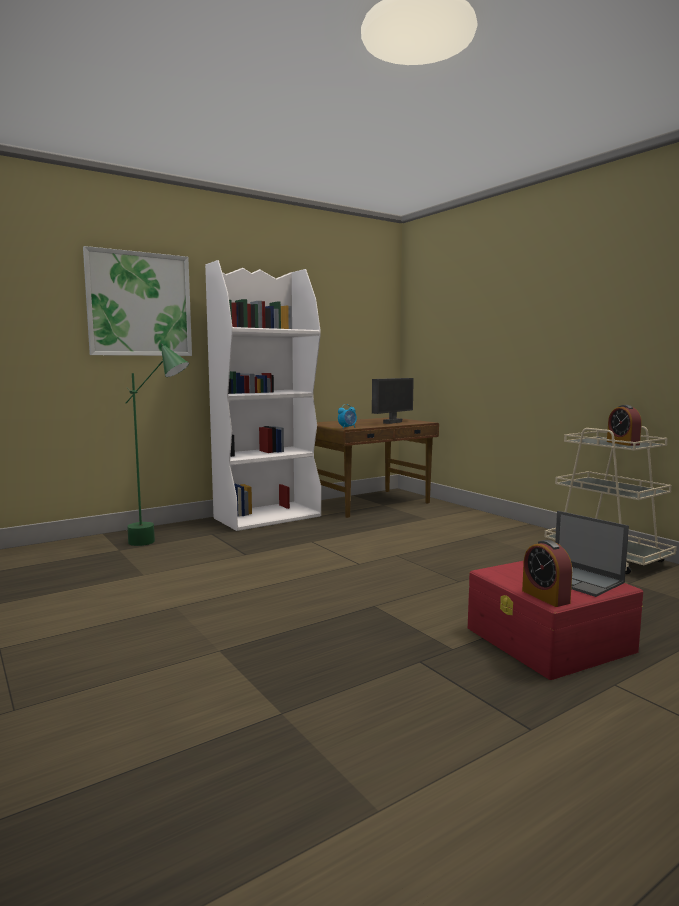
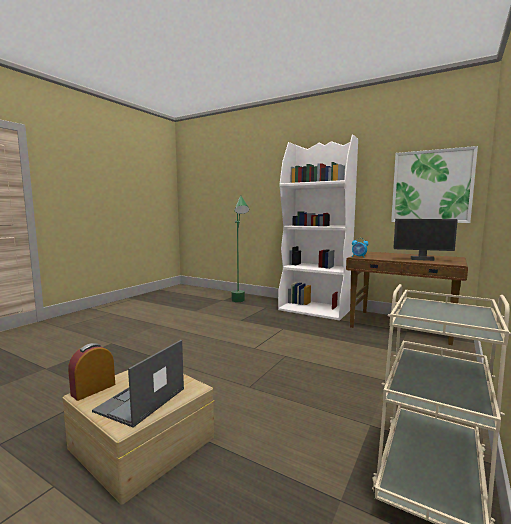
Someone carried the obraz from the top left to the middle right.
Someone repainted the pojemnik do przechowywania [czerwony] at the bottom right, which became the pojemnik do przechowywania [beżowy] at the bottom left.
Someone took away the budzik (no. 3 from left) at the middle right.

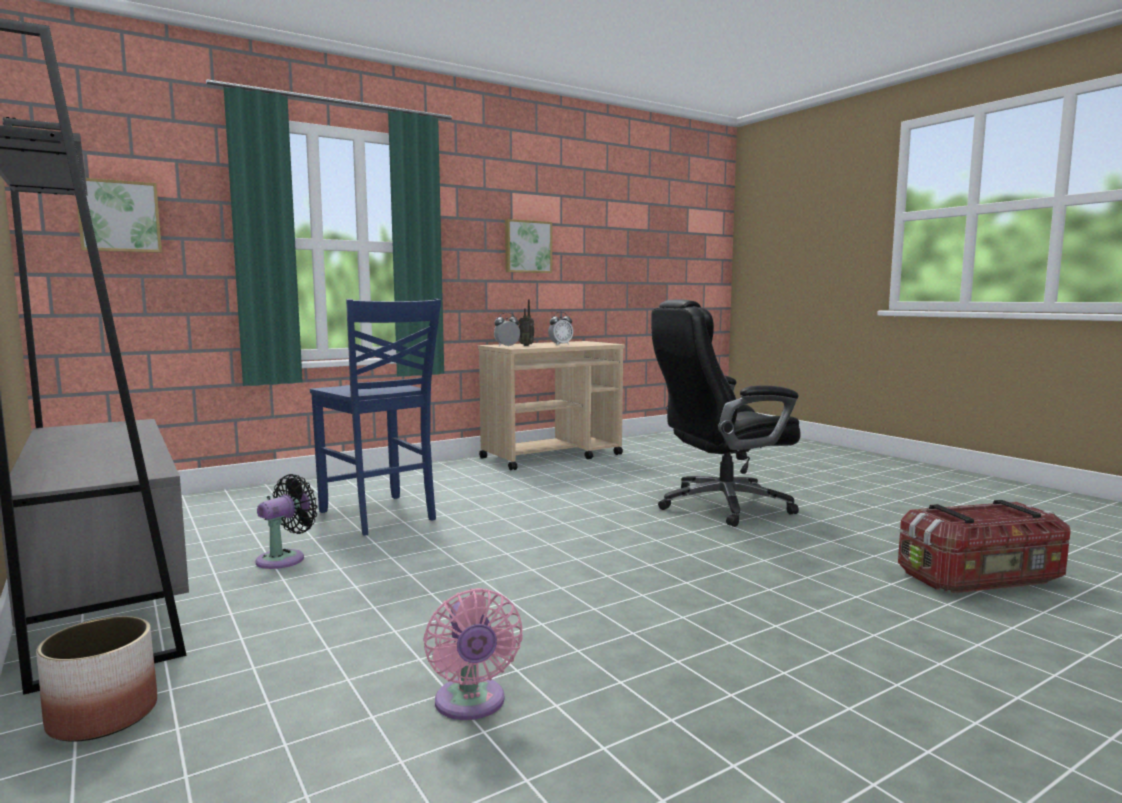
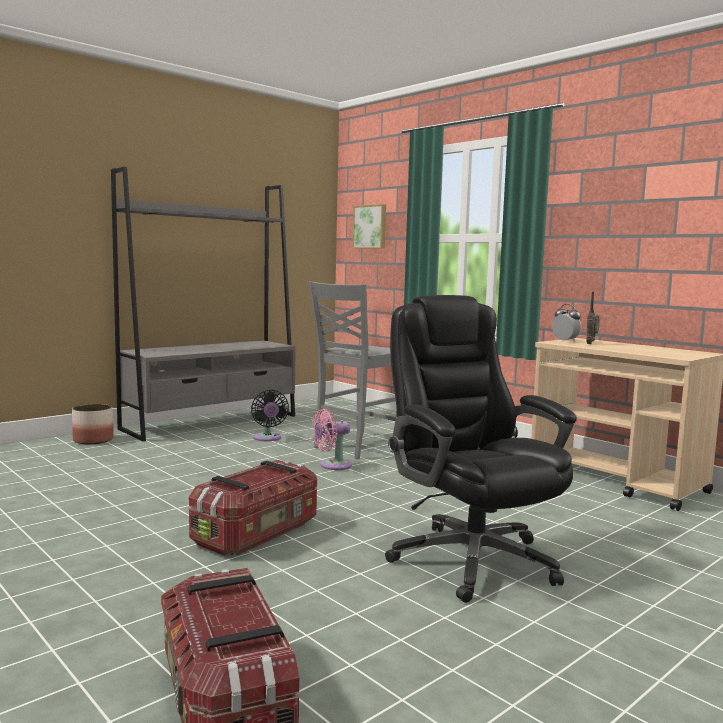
Someone rotated the wentylator [czarny] at the middle left by 45 degrees clockwise.
Someone repainted the krzesło [niebieski] at the centre, which became the krzesło [szary] at the centre.
Someone carried the wentylator [różowy] from the bottom centre to the centre.
Someone took away the obraz (no. 2 from left) at the top centre.
Someone took away the budzik (no. 2 from left) at the centre.
Someone put down the pojemnik do przechowywania (no. 2 from left) at the bottom centre.

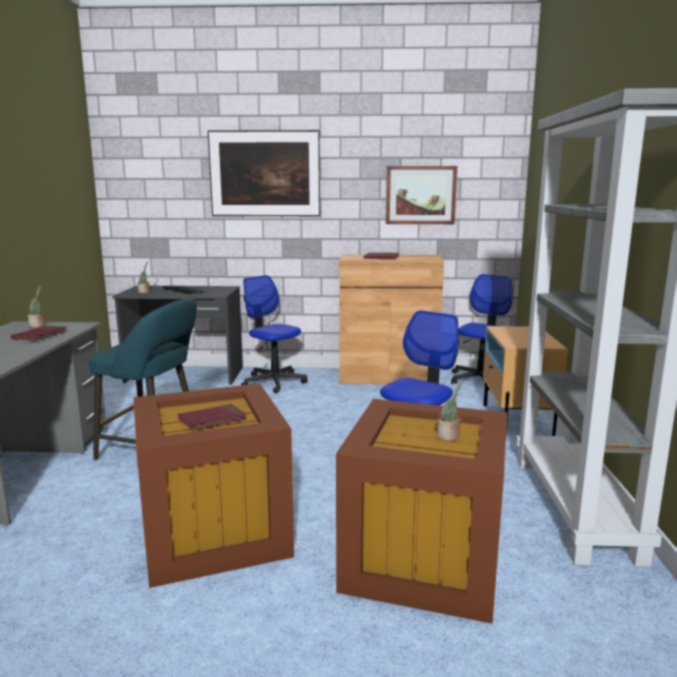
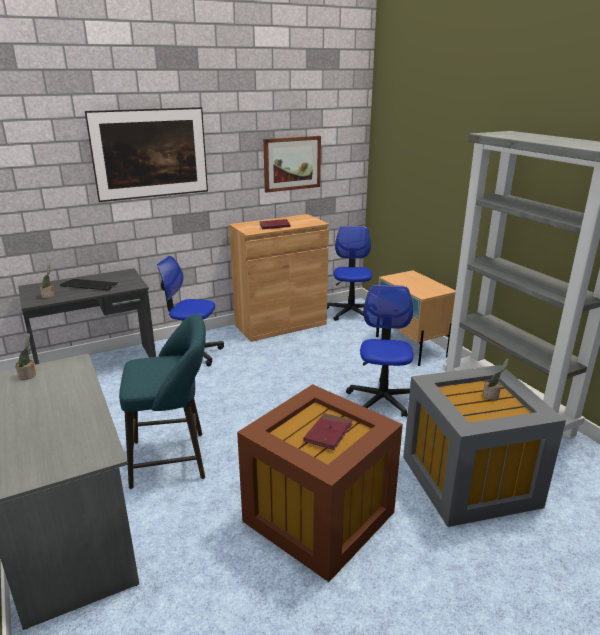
Someone took away the książka [czerwony] (no. 1 from left) at the middle left.
Someone repainted the pojemnik do przechowywania [brązowy] (no. 2 from left) at the bottom centre, which became the pojemnik do przechowywania [szary] at the bottom right.

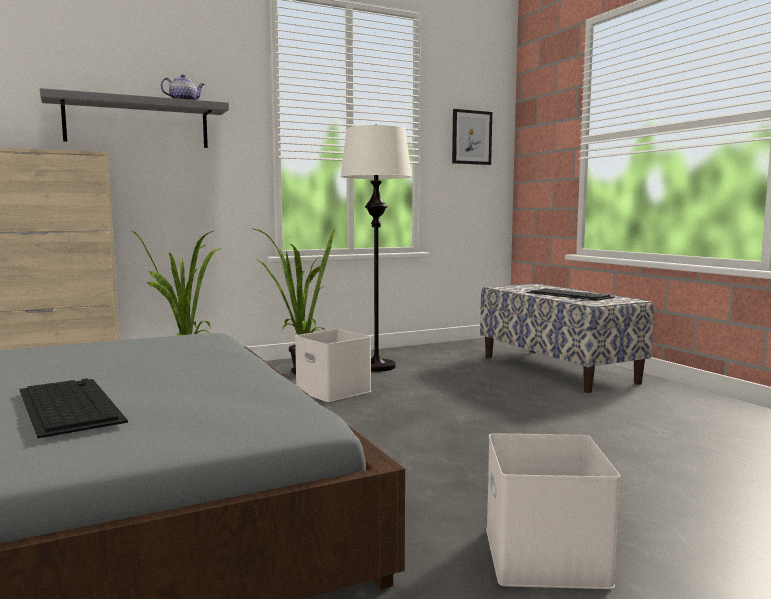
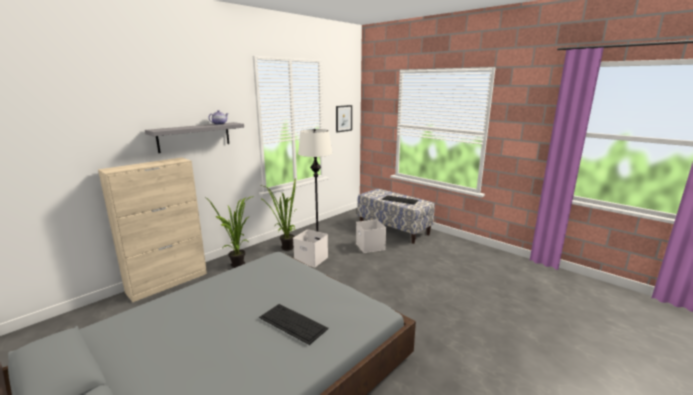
Someone carried the pojemnik do przechowywania [biały] (no. 2 from left) from the bottom right to the centre.

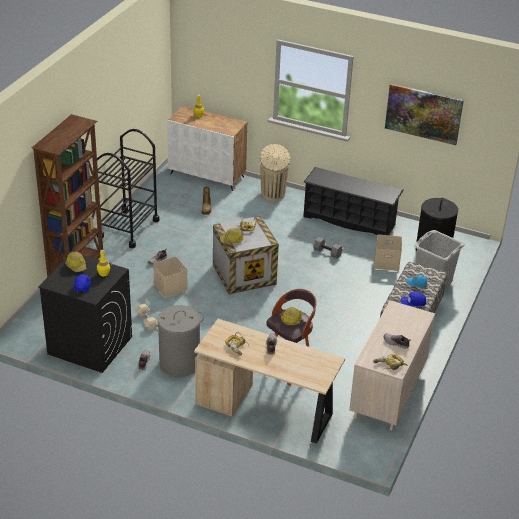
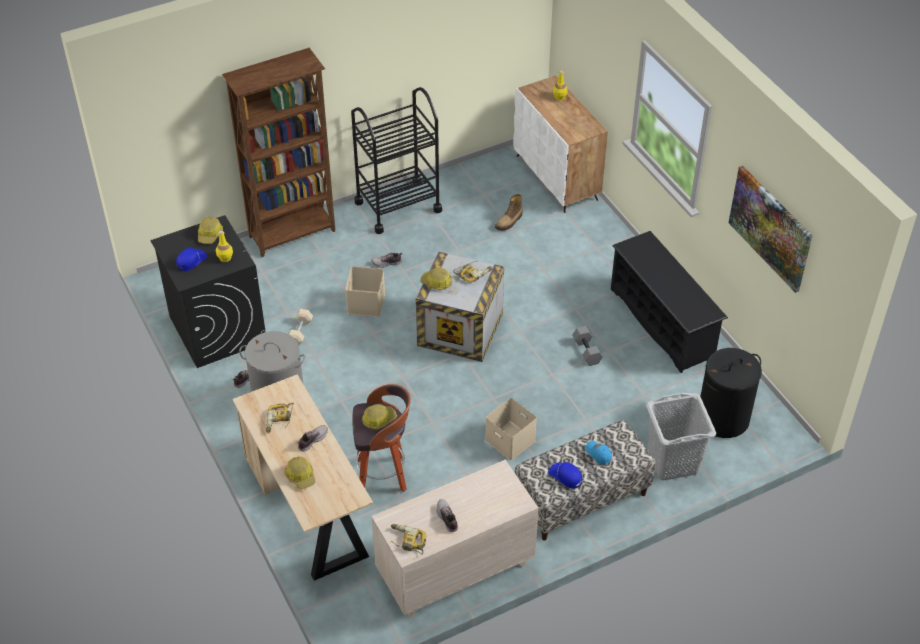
Someone took away the kosz na śmieci [beżowy] at the top centre.
Someone carried the pojemnik do przechowywania [beżowy] (no. 2 from left) from the middle right to the centre.
Someone put down the kask (no. 2 from left) at the bottom left.

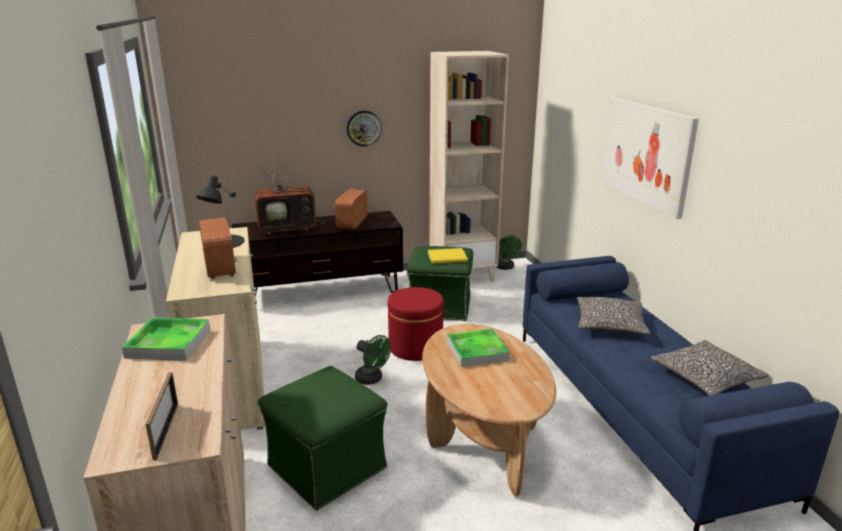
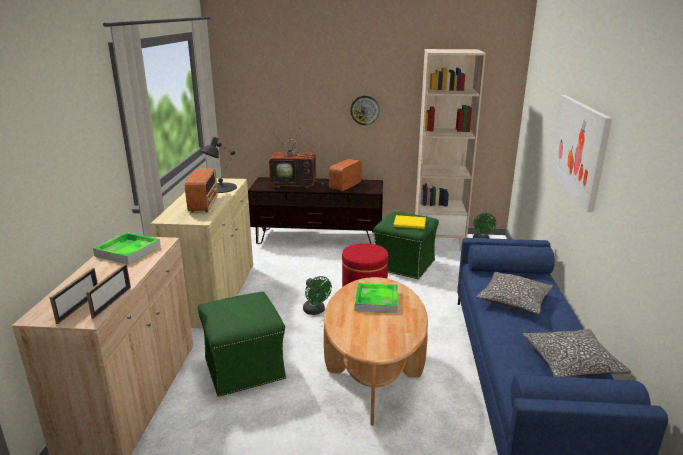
Someone put down the ramka na zdjęcie (no. 2 from left) at the middle left.

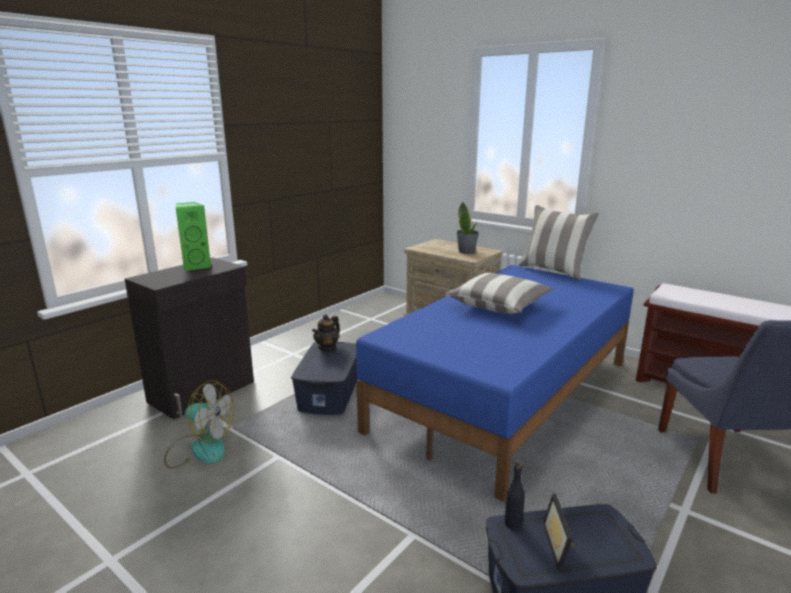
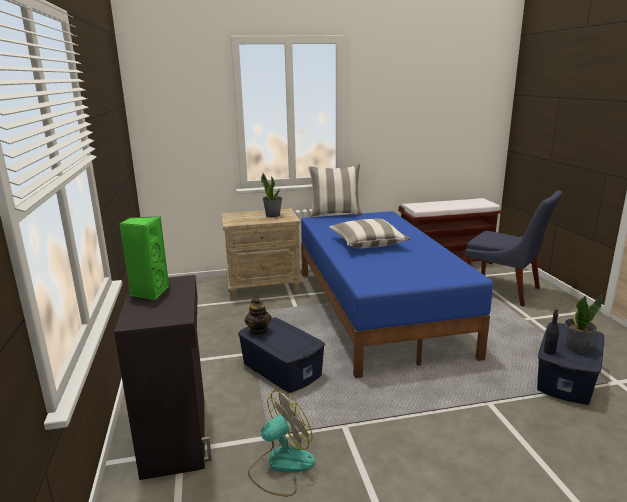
Someone swapped the ramka na zdjęcie at the bottom right for the roślina doniczkowa (no. 2 from left) at the middle right.

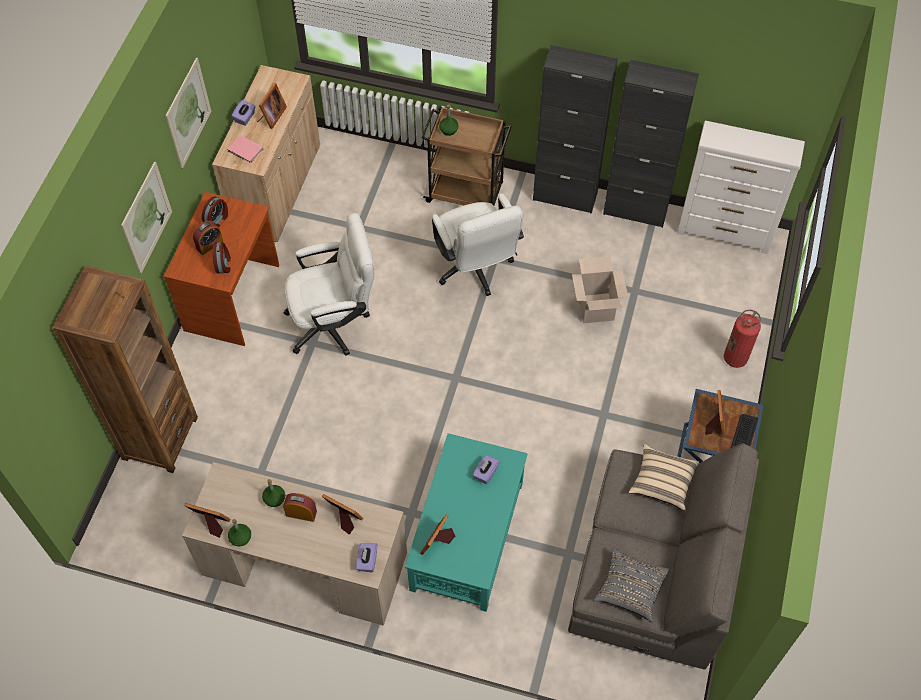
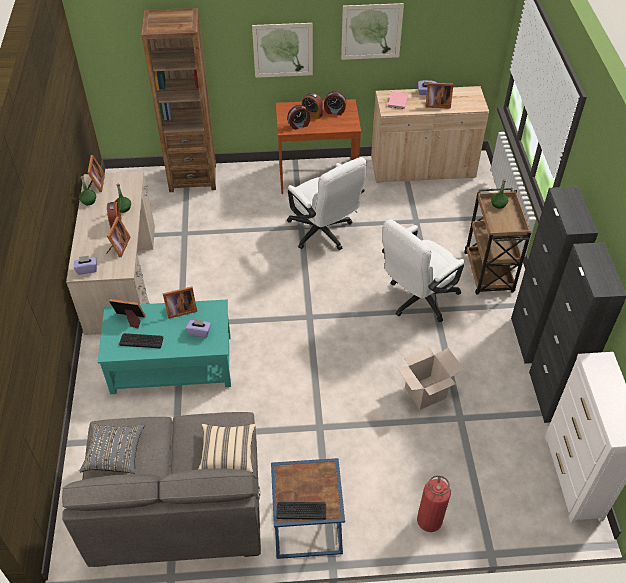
Someone carried the ramka na zdjęcie (no. 5 from left in the first image) from the middle right to the middle left.
Someone put down the klawiatura (no. 1 from left) at the middle left.

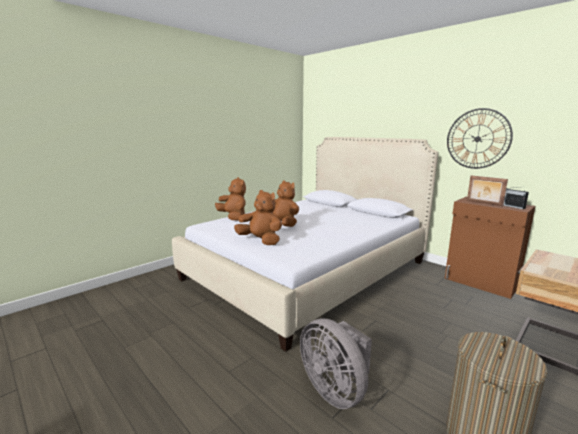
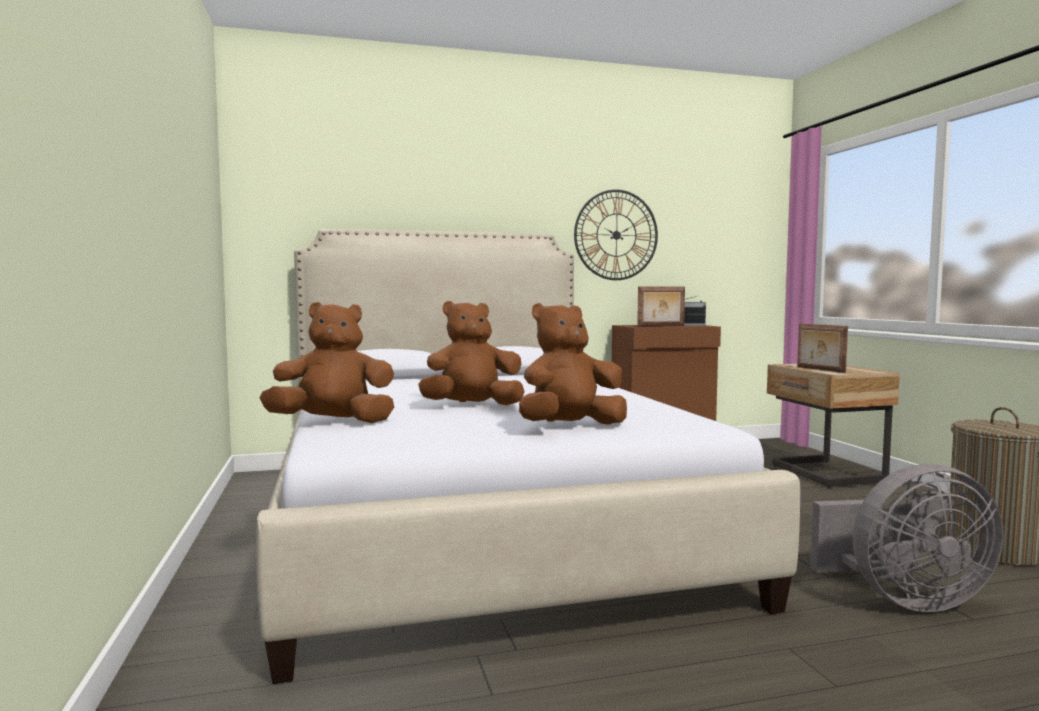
Someone put down the ramka na zdjęcie (no. 2 from left) at the middle right.

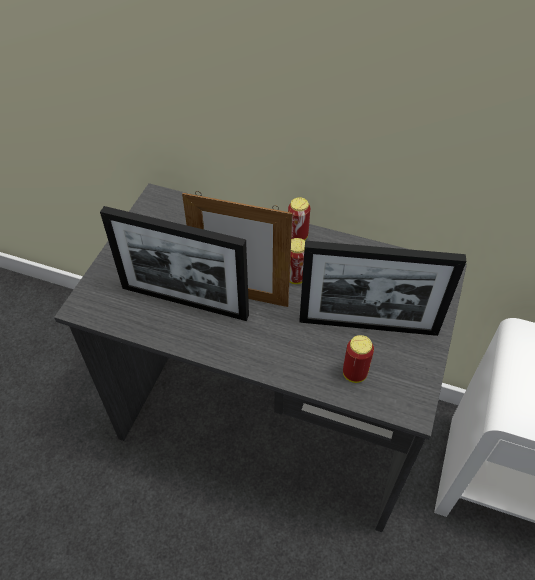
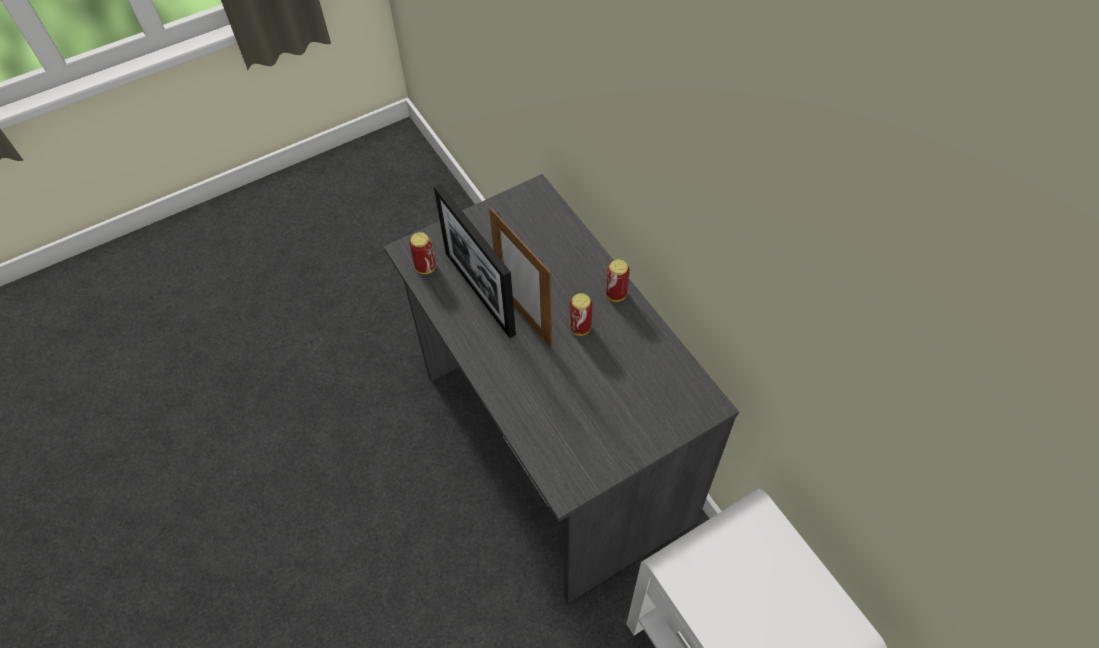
Someone took away the ramka na zdjęcie (no. 3 from left) at the middle right.
Someone carried the puszka (no. 3 from left in the first image) from the middle right to the centre.

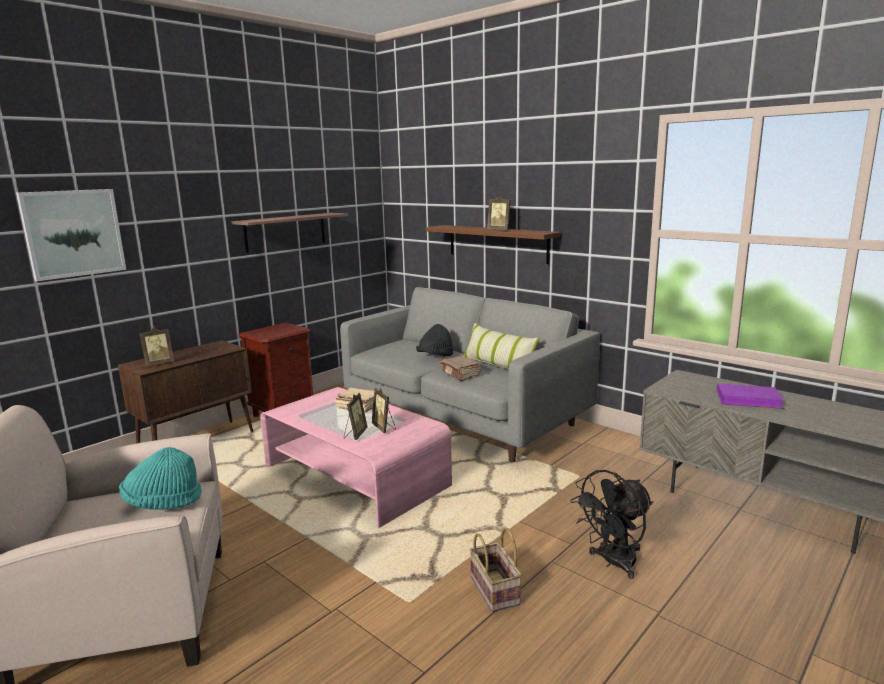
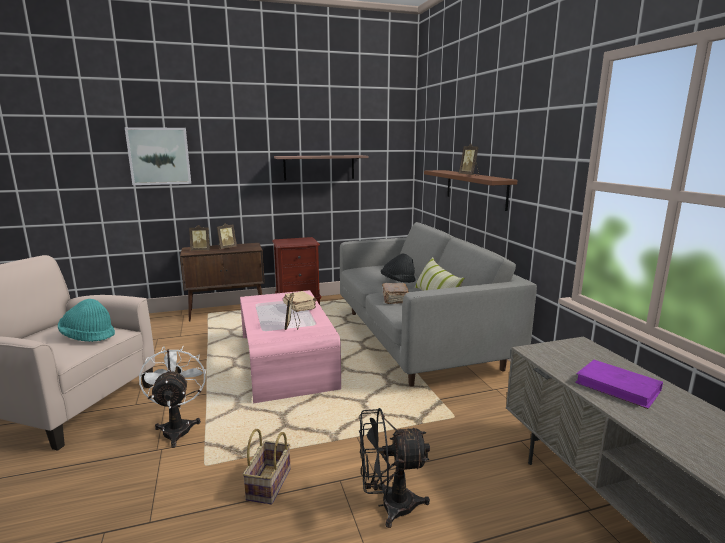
Someone carried the ramka na zdjęcie (no. 2 from left) from the centre to the middle left.
Someone put down the wentylator [biały] at the bottom left.

